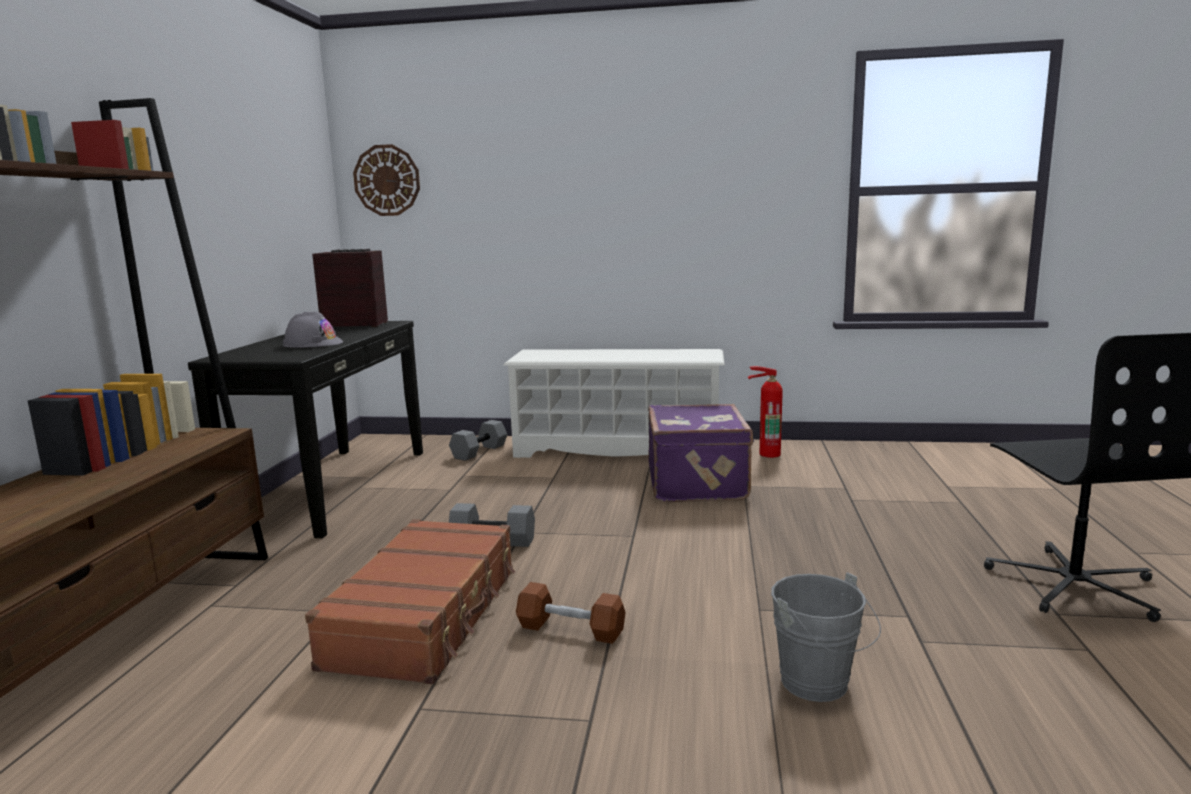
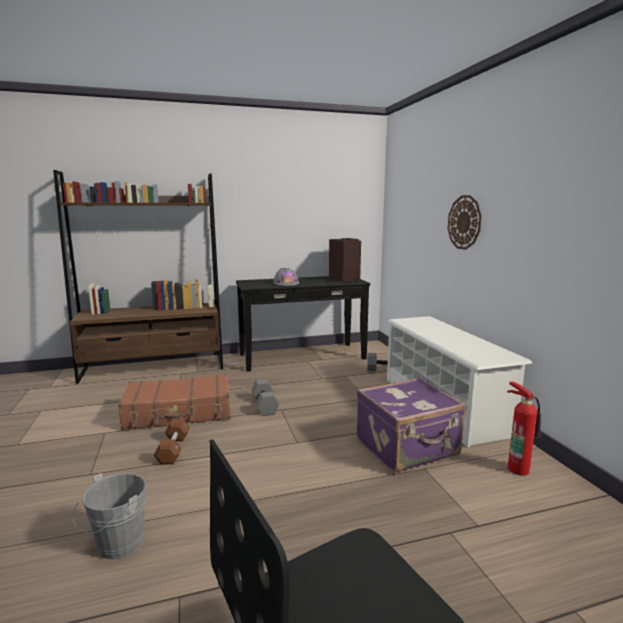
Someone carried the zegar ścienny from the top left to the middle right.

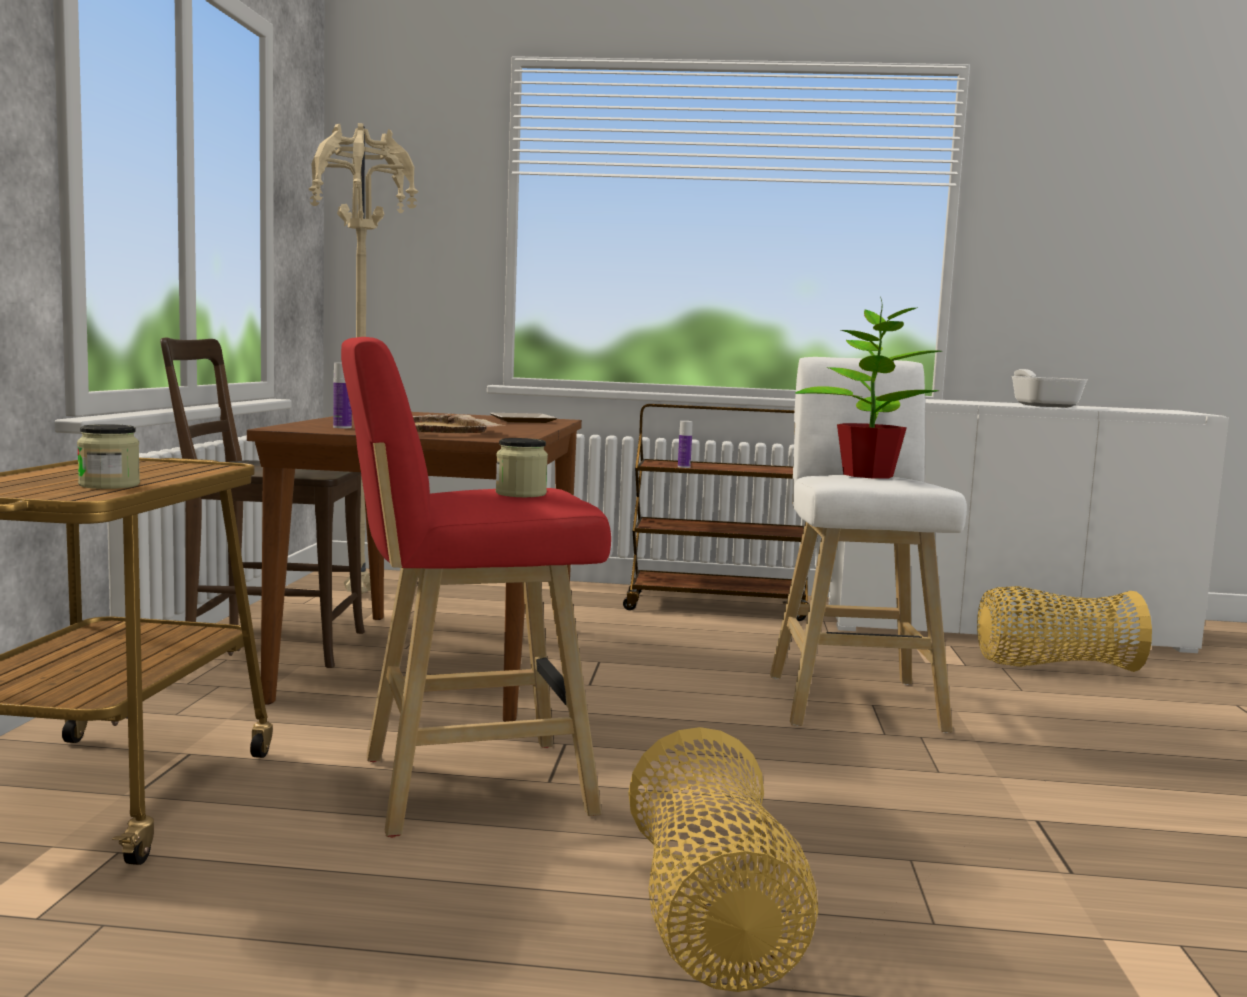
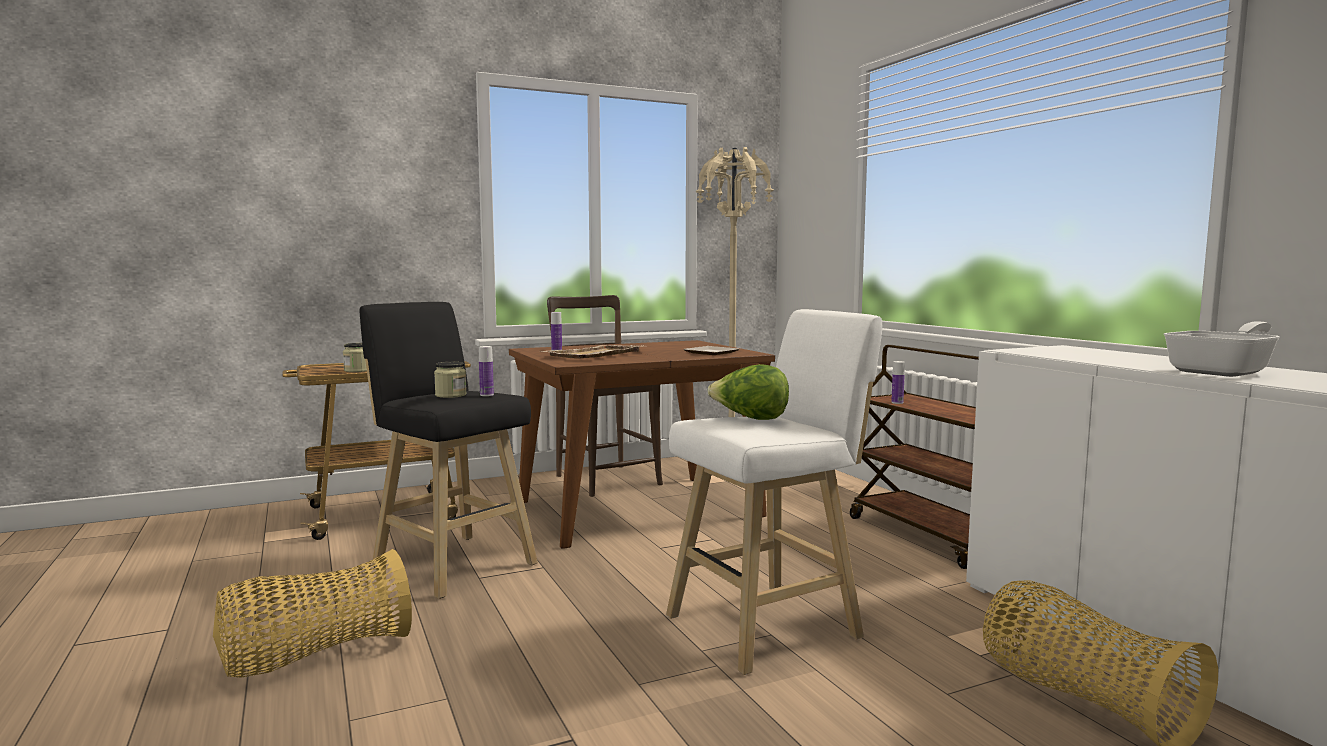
Someone repainted the stołek [czerwony] at the centre, which became the stołek [czarny] at the centre.
Someone swapped the roślina doniczkowa at the middle right for the sałata at the centre.
Someone put down the butelka (no. 1 from left) at the centre.

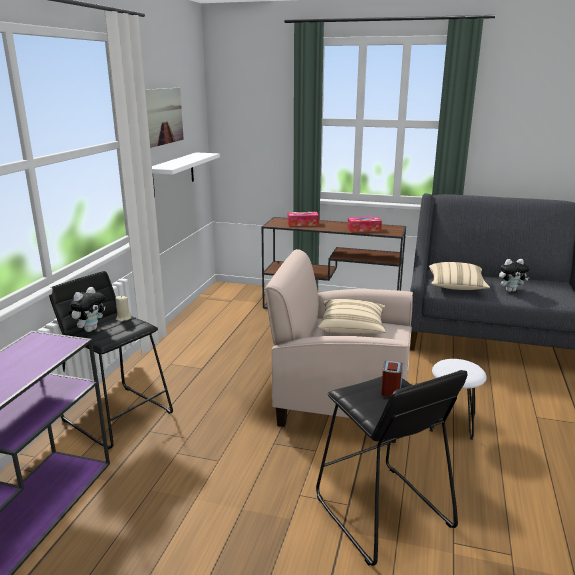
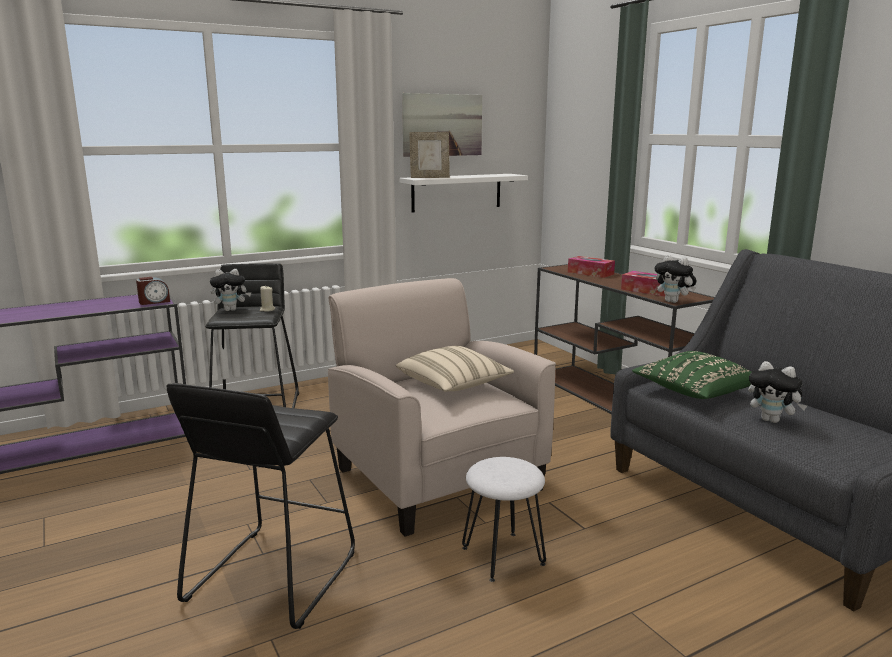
Someone carried the budzik from the middle right to the middle left.
Someone repainted the poduszka [beżowy] (no. 2 from left) at the middle right, which became the poduszka [zielony] at the middle right.
Someone put down the ramka na zdjęcie at the top centre.
Someone put down the pluszak (no. 2 from left) at the middle right.

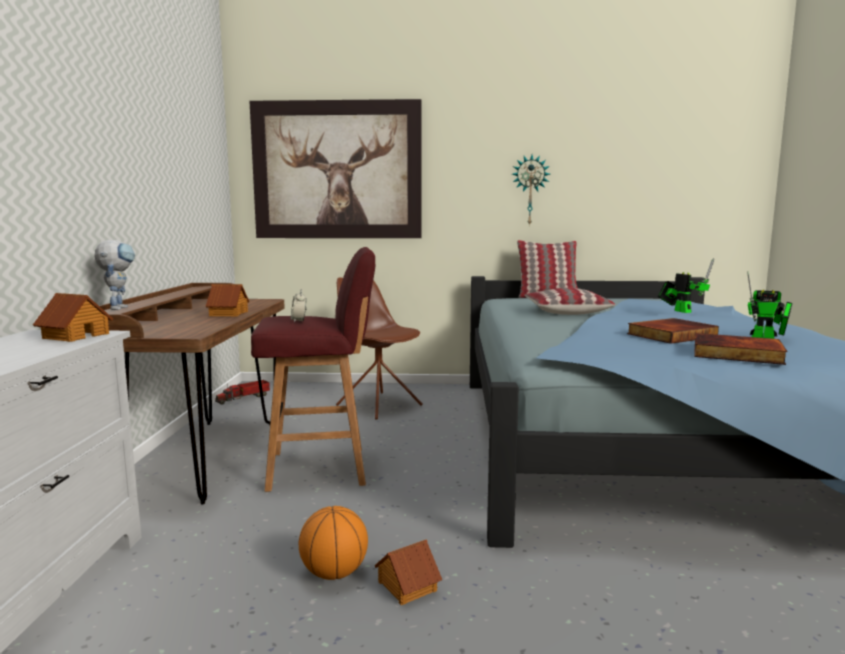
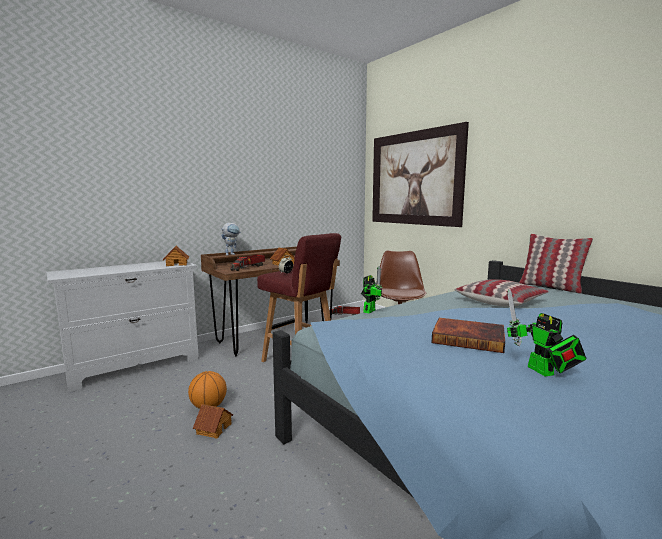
Someone took away the zegar ścienny at the top centre.
Someone carried the robot zabawkowy (no. 2 from left) from the middle right to the centre.
Someone took away the książka (no. 2 from left) at the middle right.
Someone put down the ciężarówka zabawkowa (no. 1 from left) at the centre.

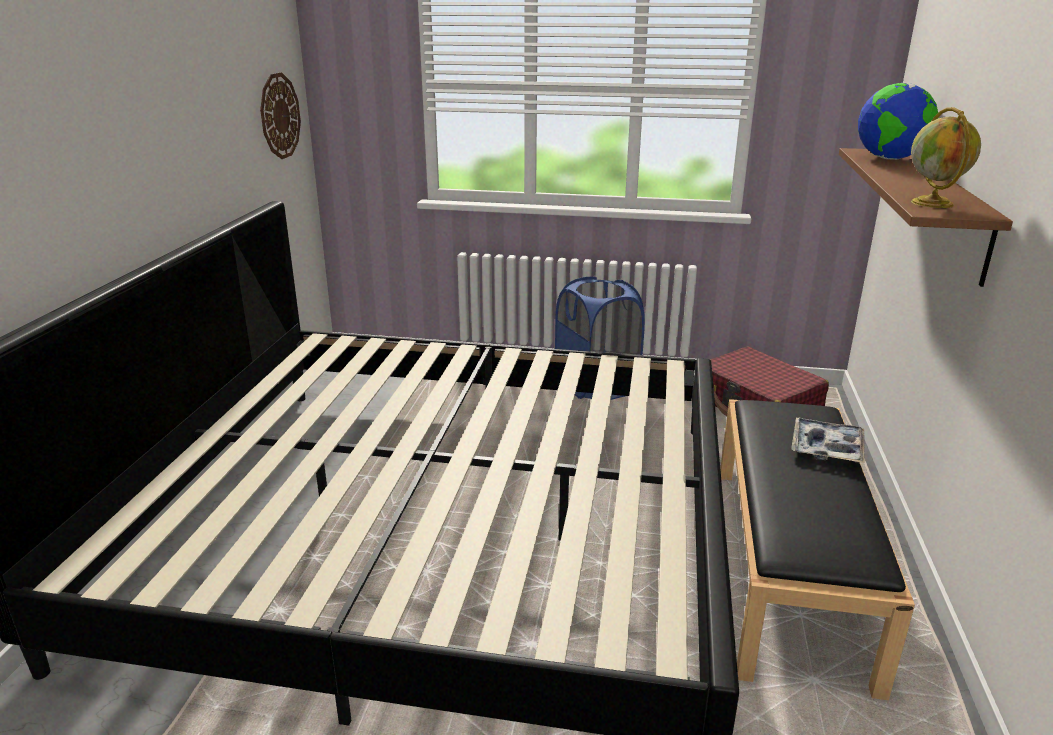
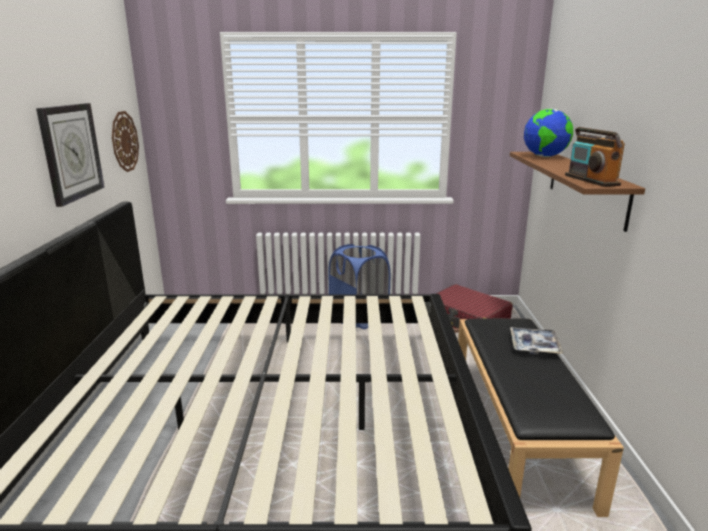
Someone swapped the globus (no. 2 from left) at the top right for the radio at the top right.
Someone put up the zegar ścienny (no. 1 from left) at the top left.

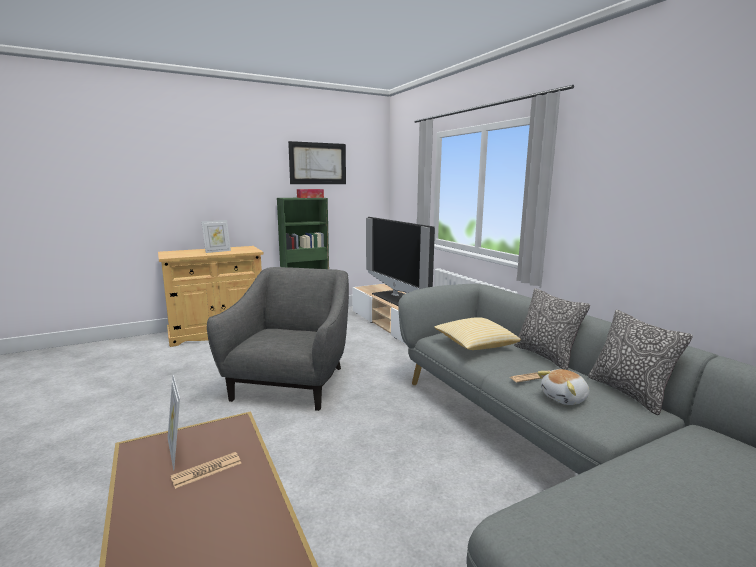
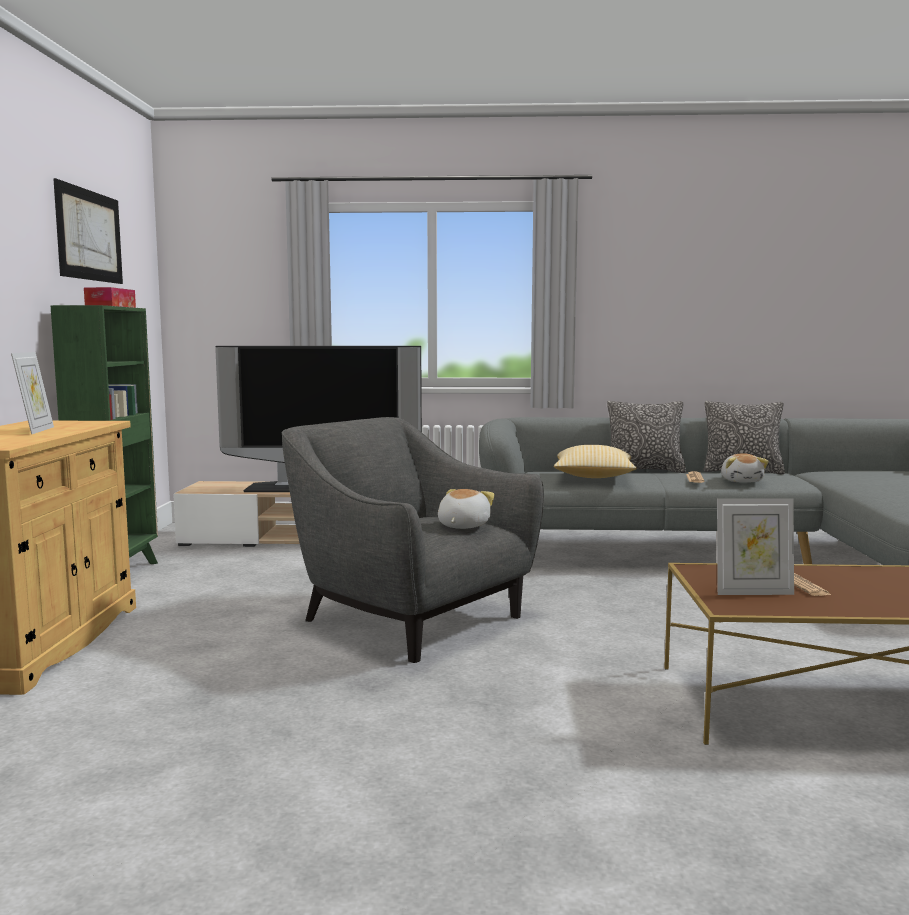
Someone put down the pluszak (no. 1 from left) at the centre.

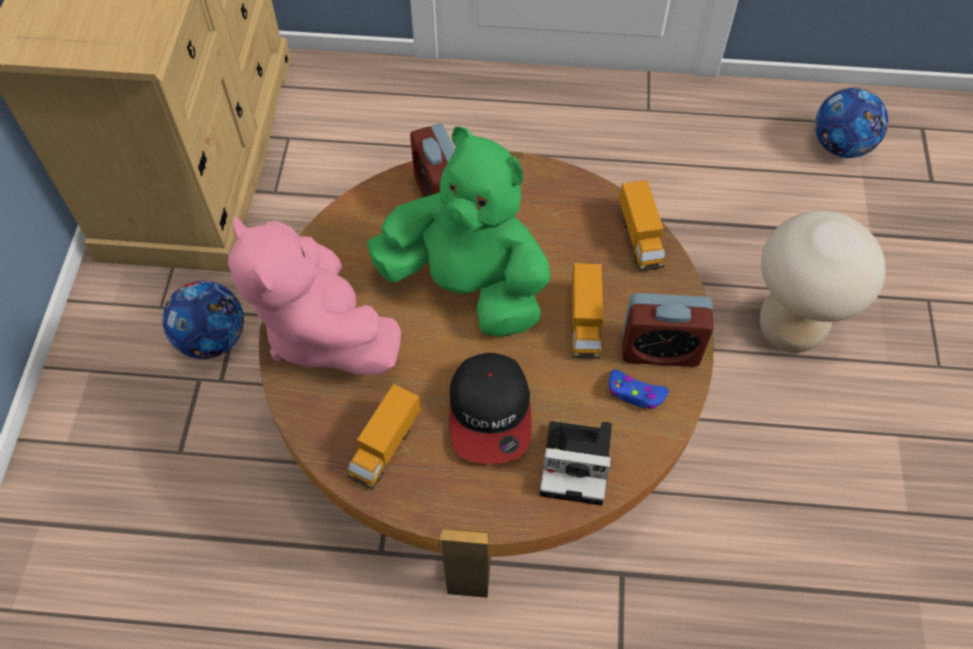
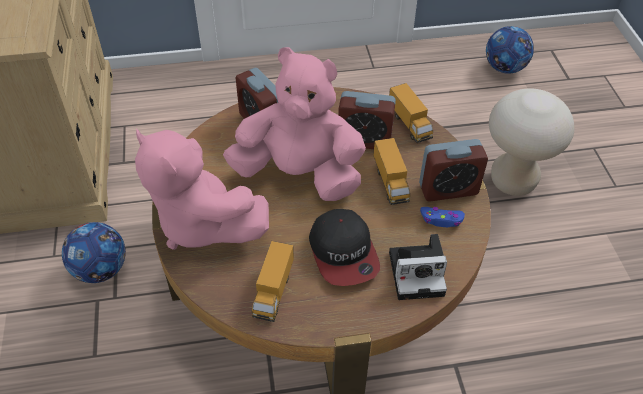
Someone repainted the pluszak [zielony] at the centre, which became the pluszak [różowy] (no. 2 from left) at the top centre.
Someone put down the budzik (no. 2 from left) at the top centre.

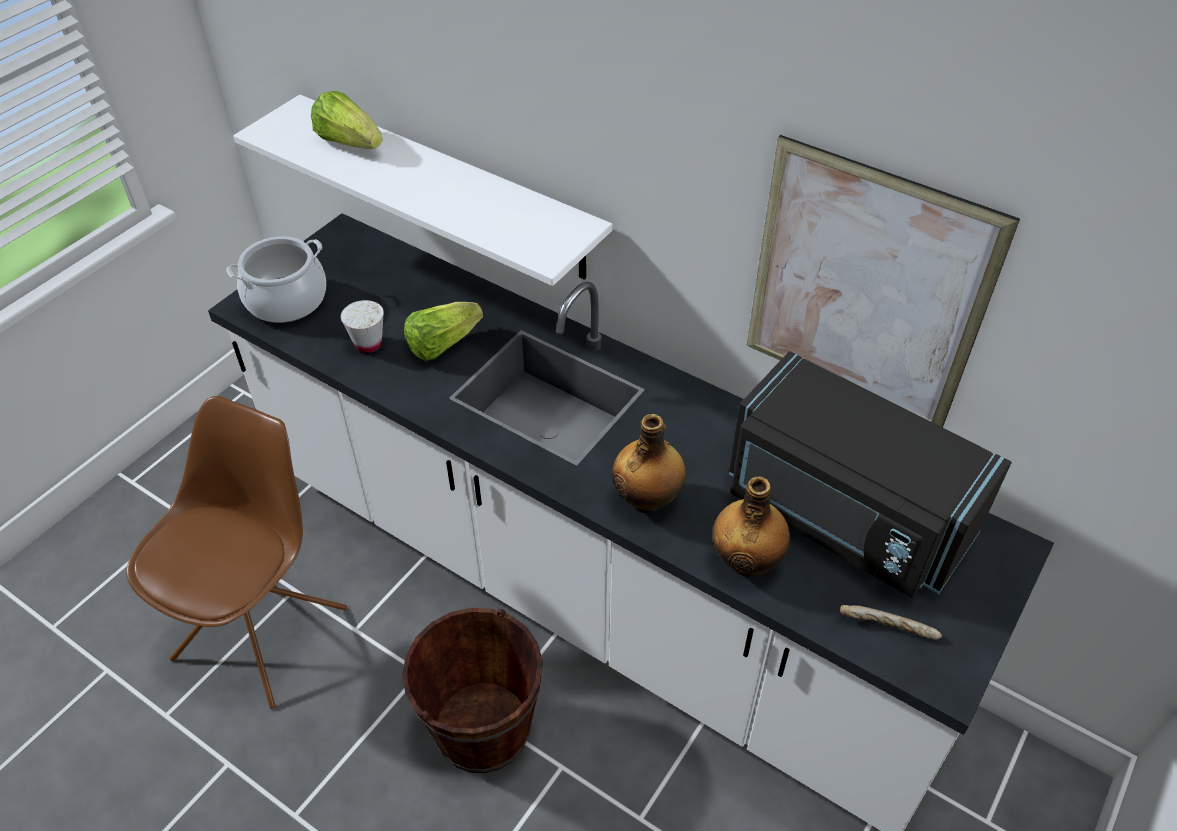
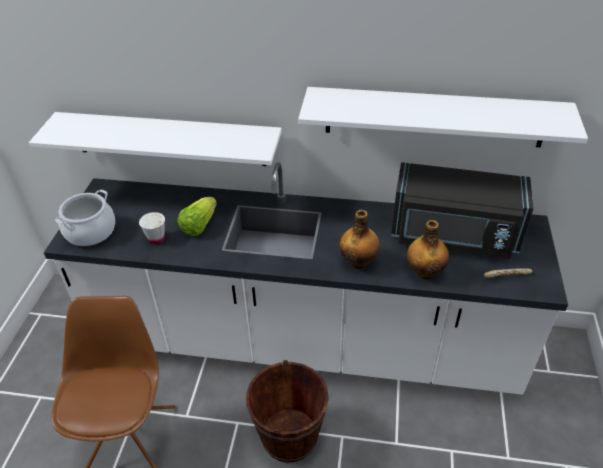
Someone took away the sałata (no. 1 from left) at the top left.
Someone swapped the obraz at the middle right for the półka [biały] (no. 2 from left) at the top right.

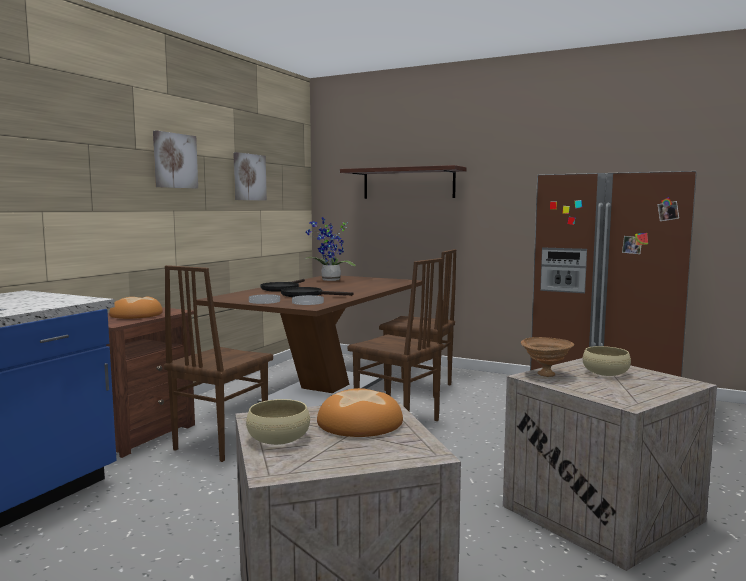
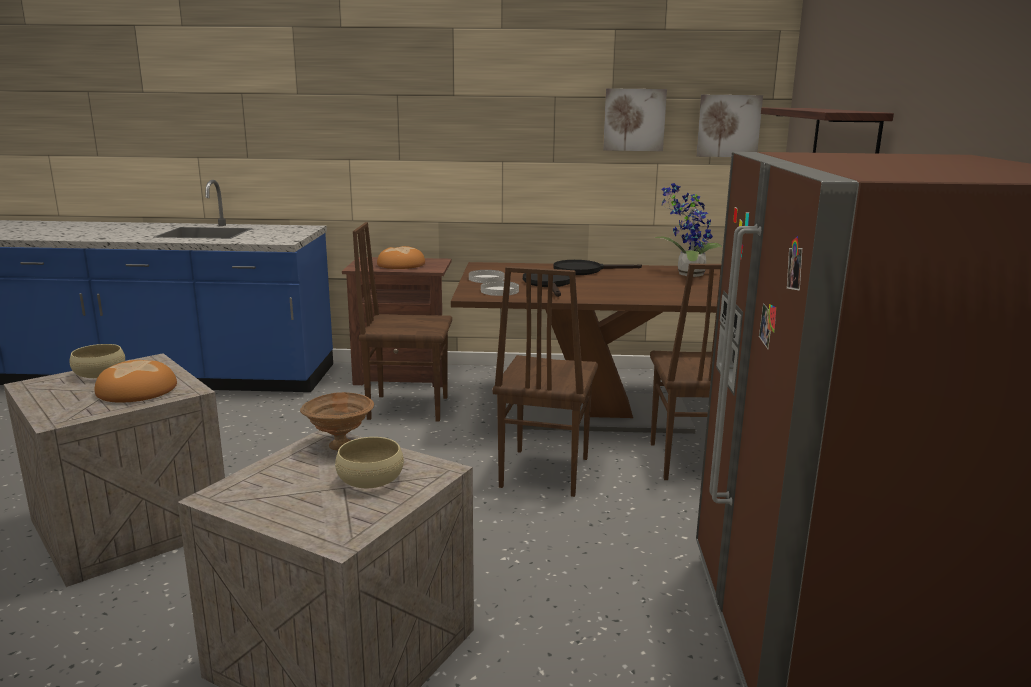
Someone carried the obraz (no. 1 from left in the first image) from the top left to the top right.

